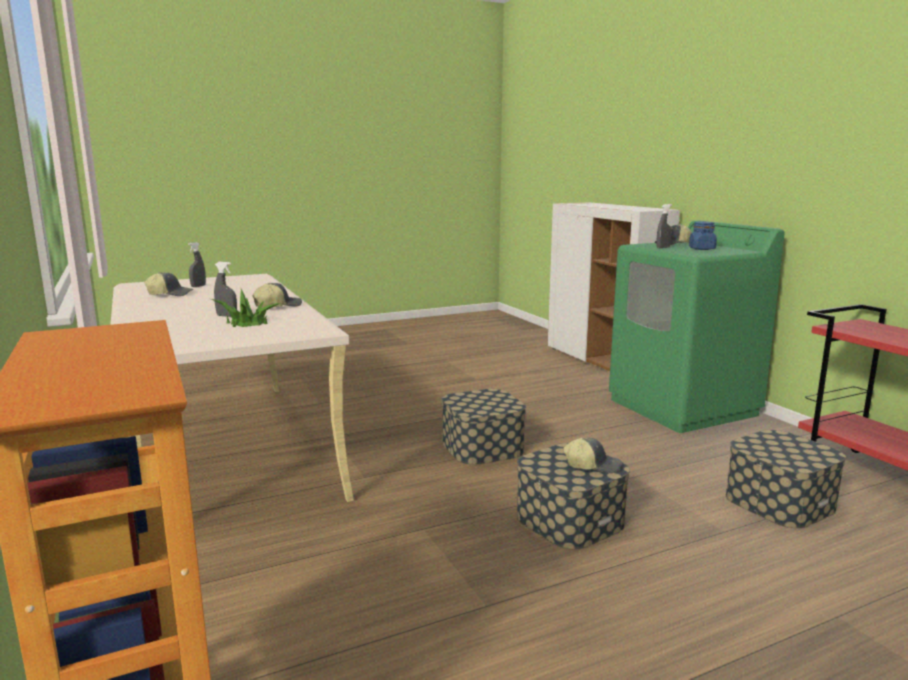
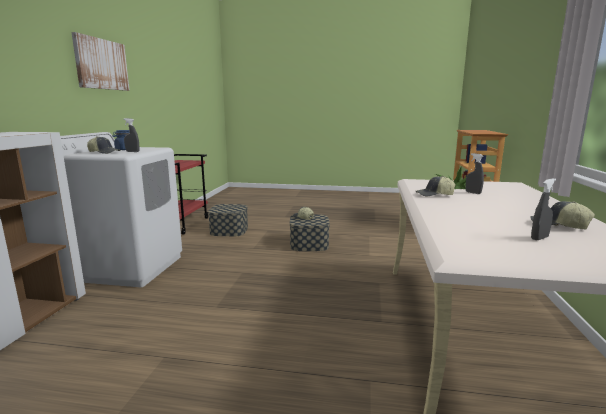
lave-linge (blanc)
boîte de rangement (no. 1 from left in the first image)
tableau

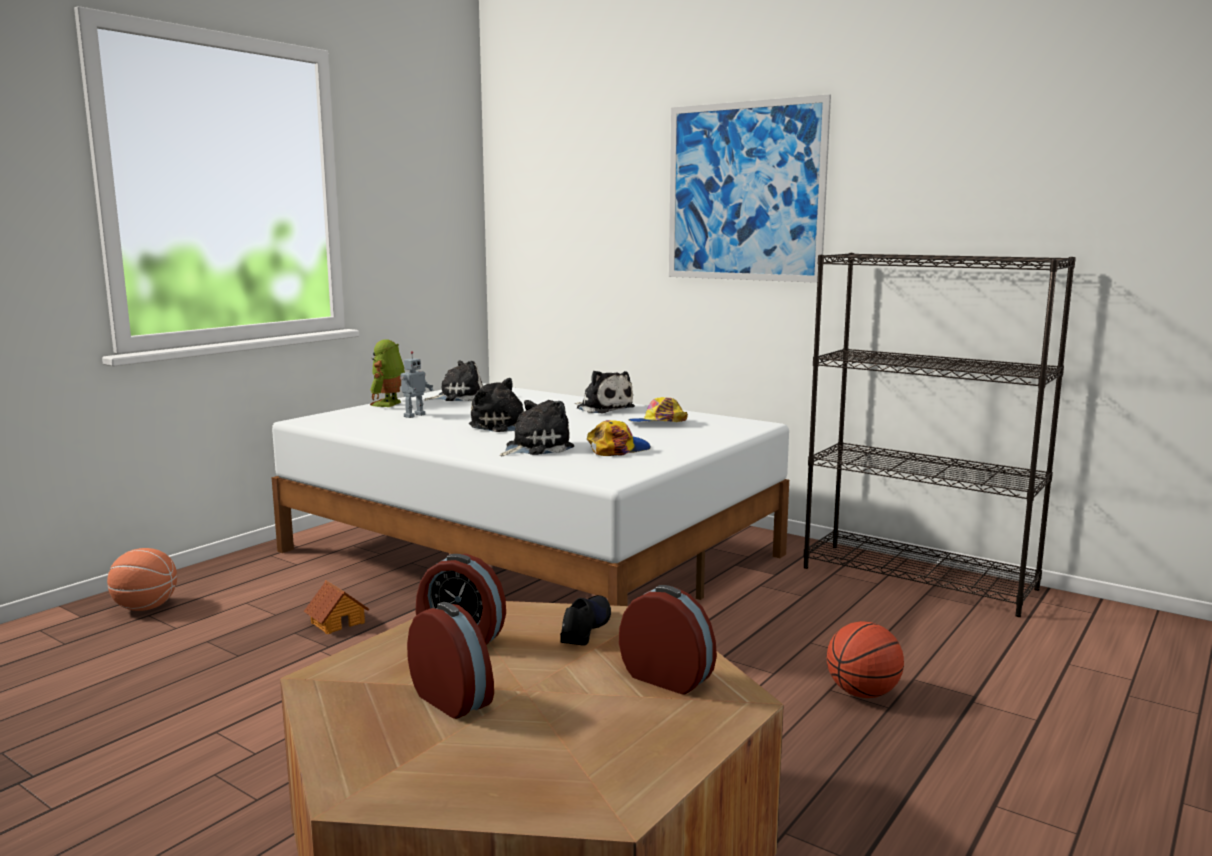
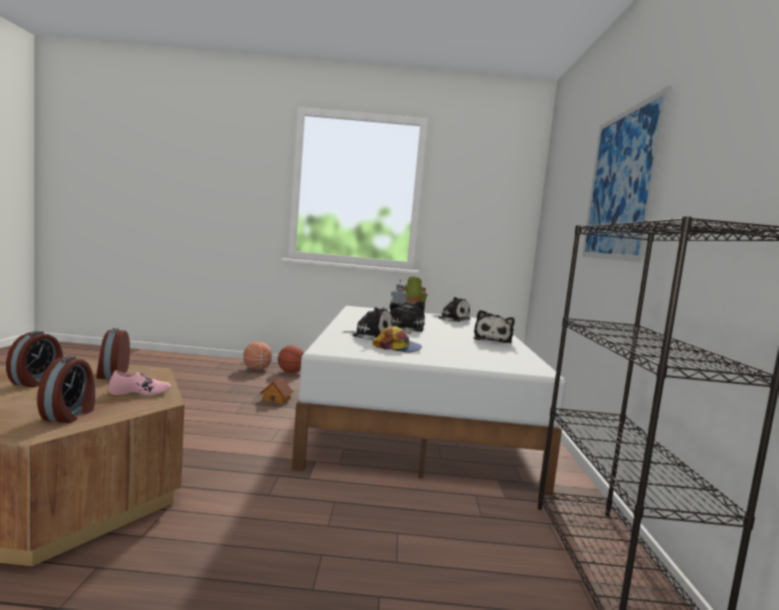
casquette (no. 2 from left in the first image)
chaussure (rose)
ballon de basket (no. 2 from left)

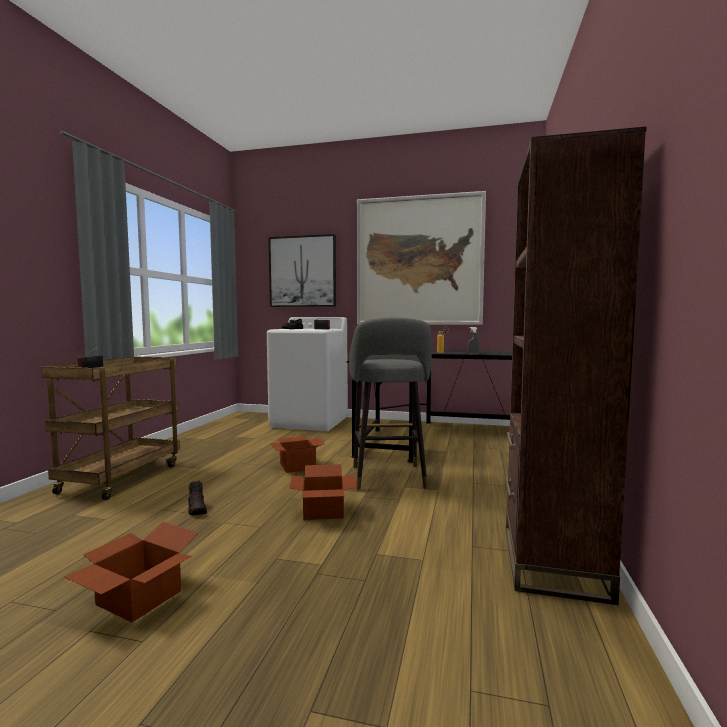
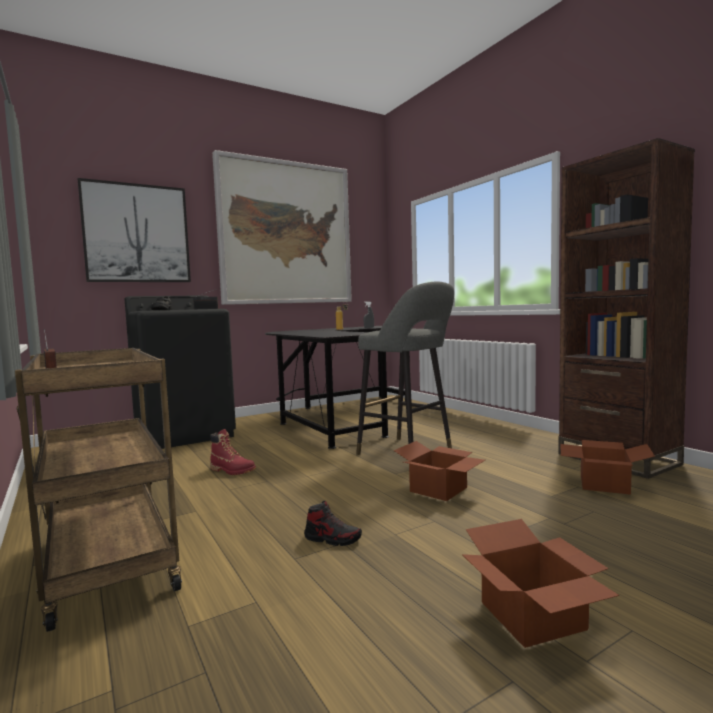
lave-linge (noir)
carton (no. 3 from left)
botte (rouge)

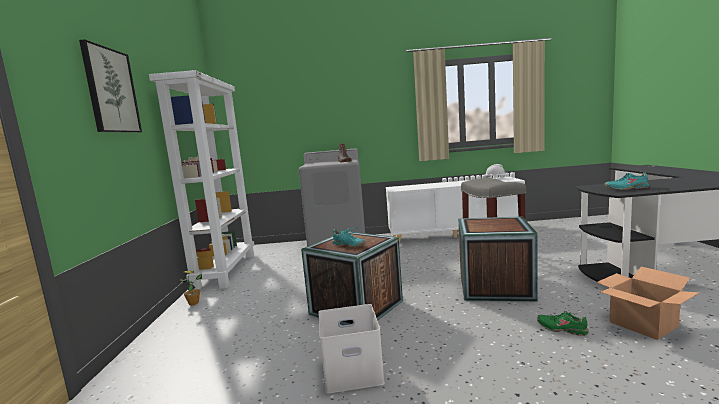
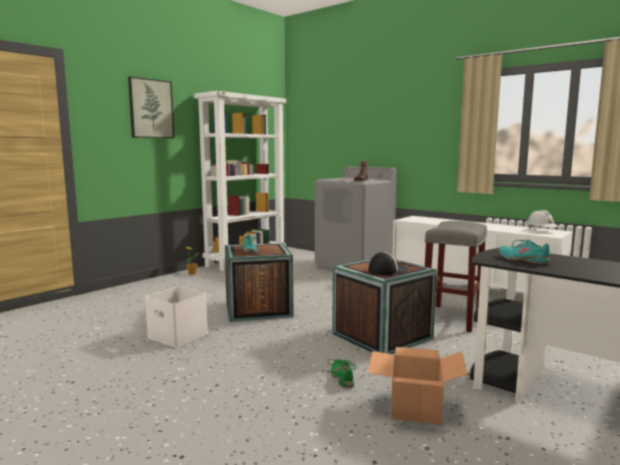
casquette

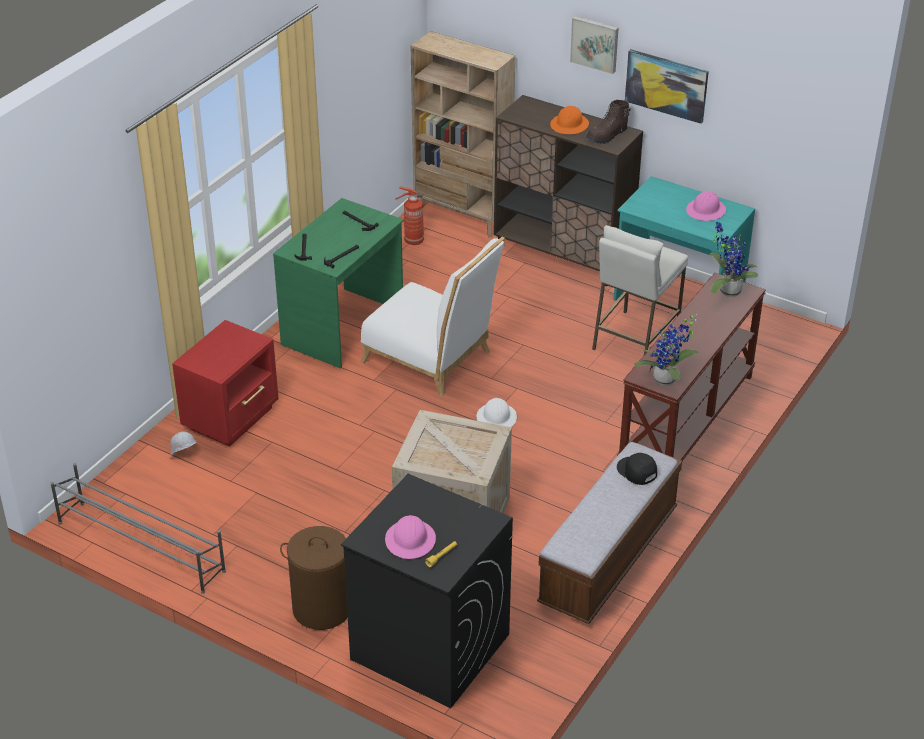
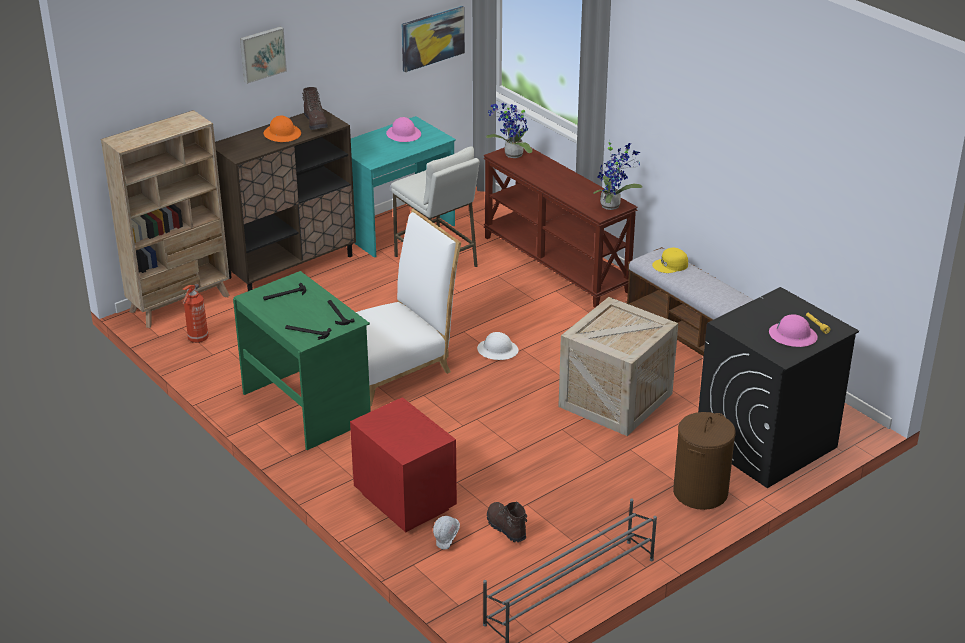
tableau (no. 2 from left)
casquette (jaune)
botte (marron) (no. 2 from left)

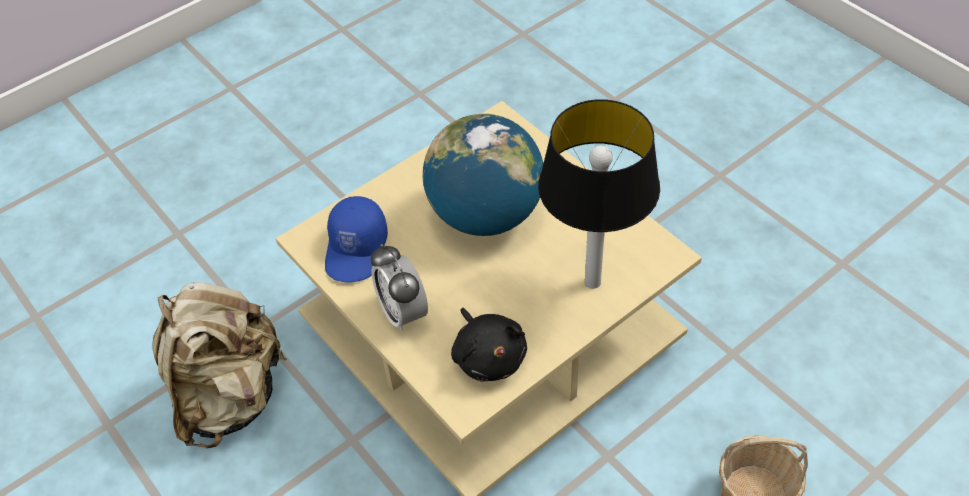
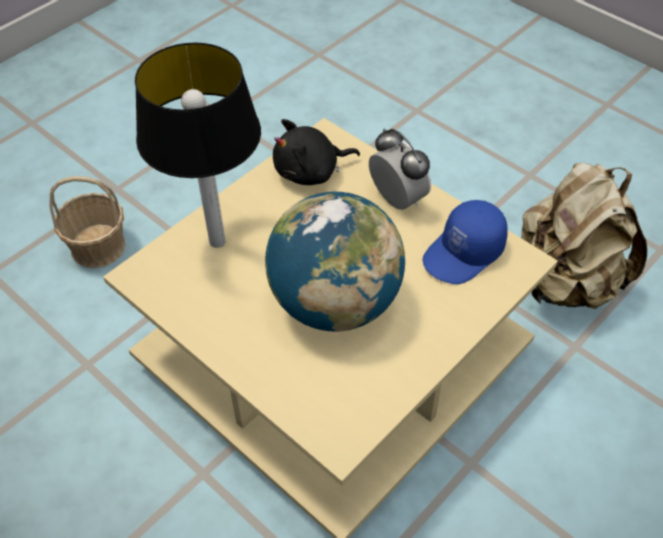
casquette (bleu)
peluche (noir)

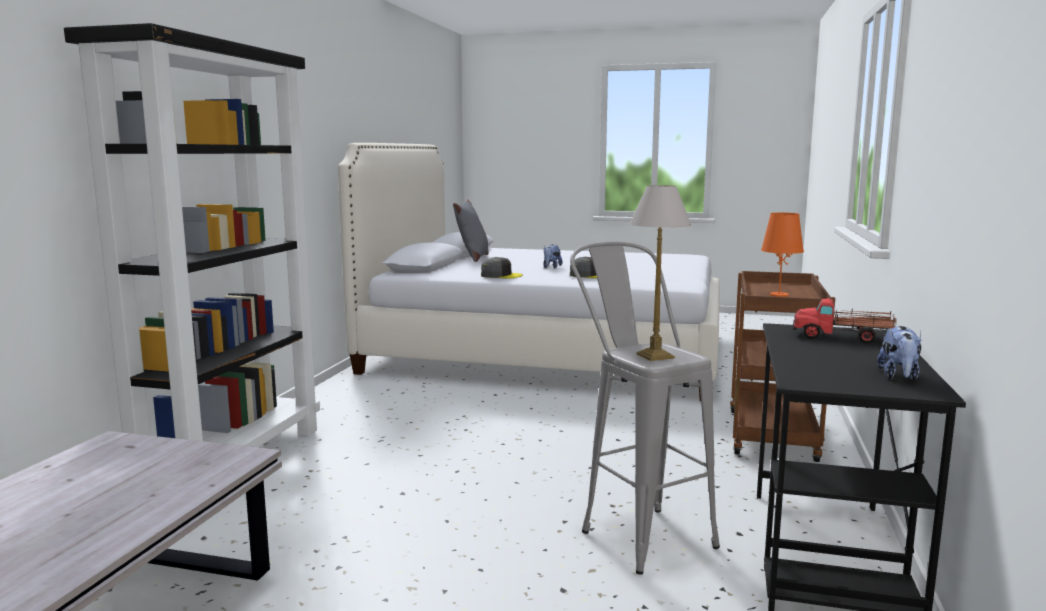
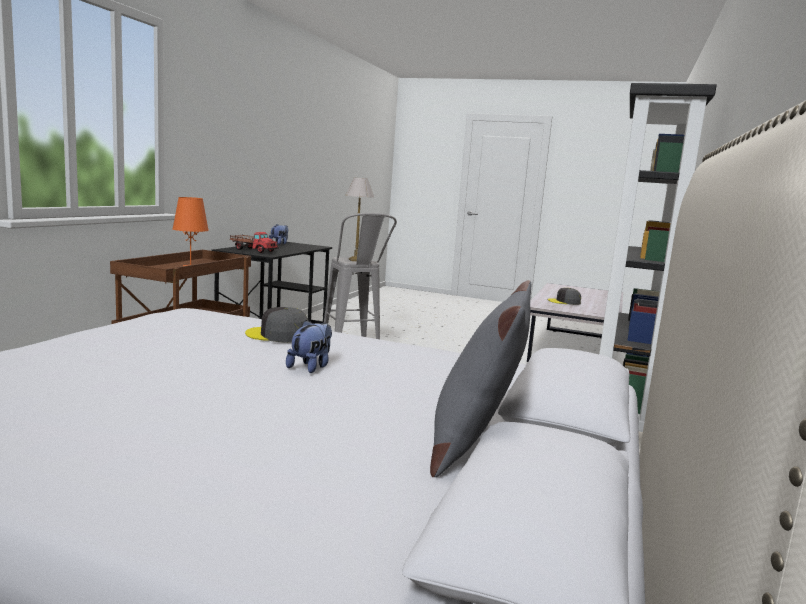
casquette (gris) (no. 2 from left)

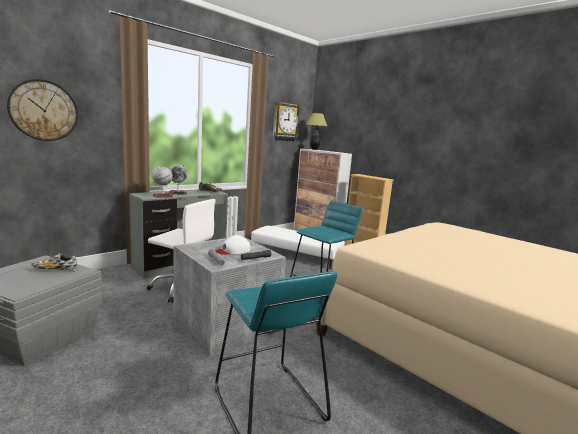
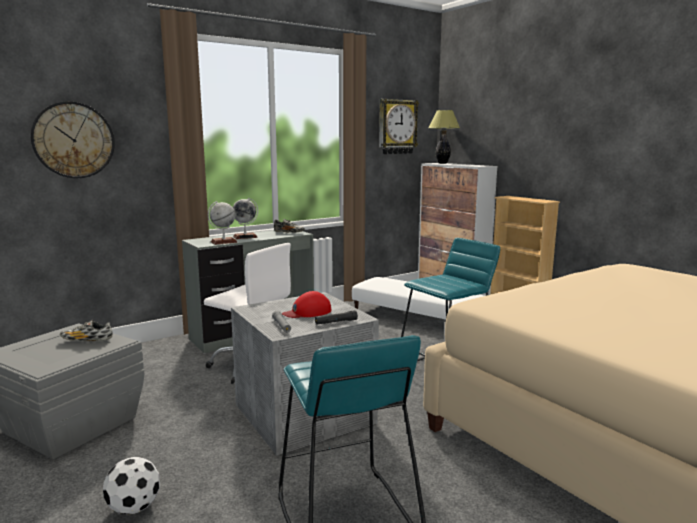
casquette (rouge)
ballon de foot

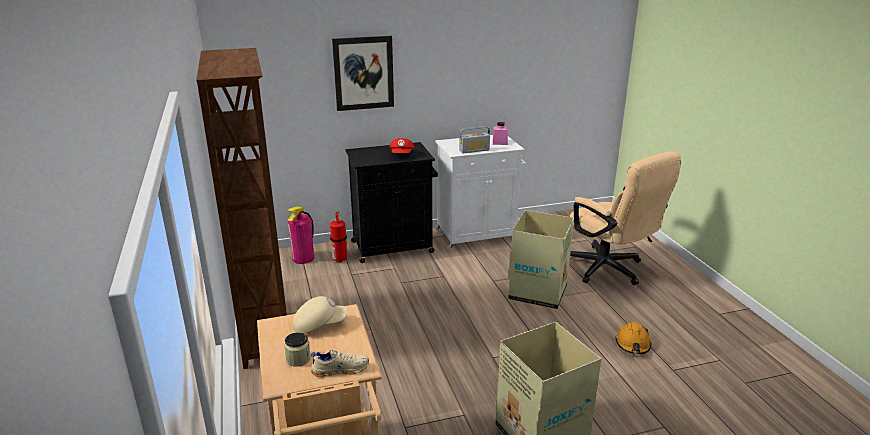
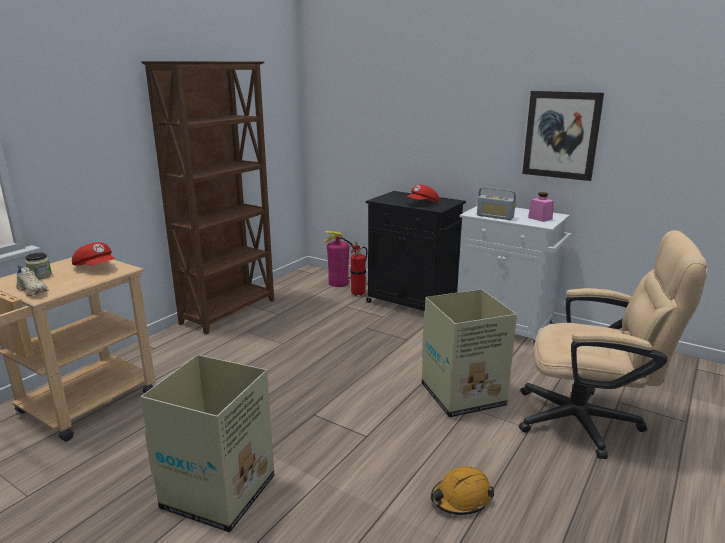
tableau
chaise de bureau (beige)
casquette (rouge) (no. 1 from left)

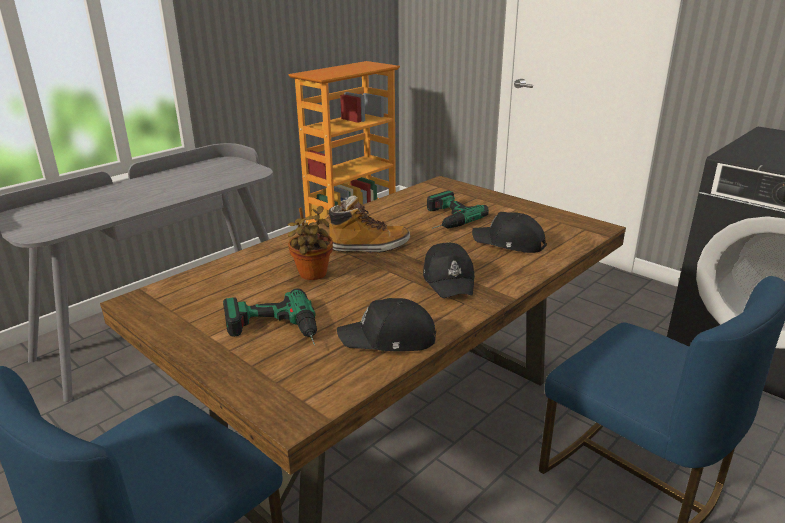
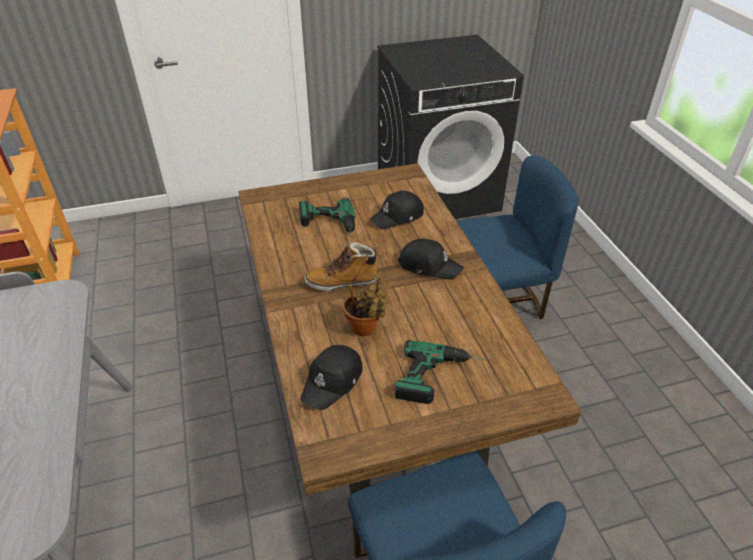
botte
casquette (noir) (no. 1 from left)

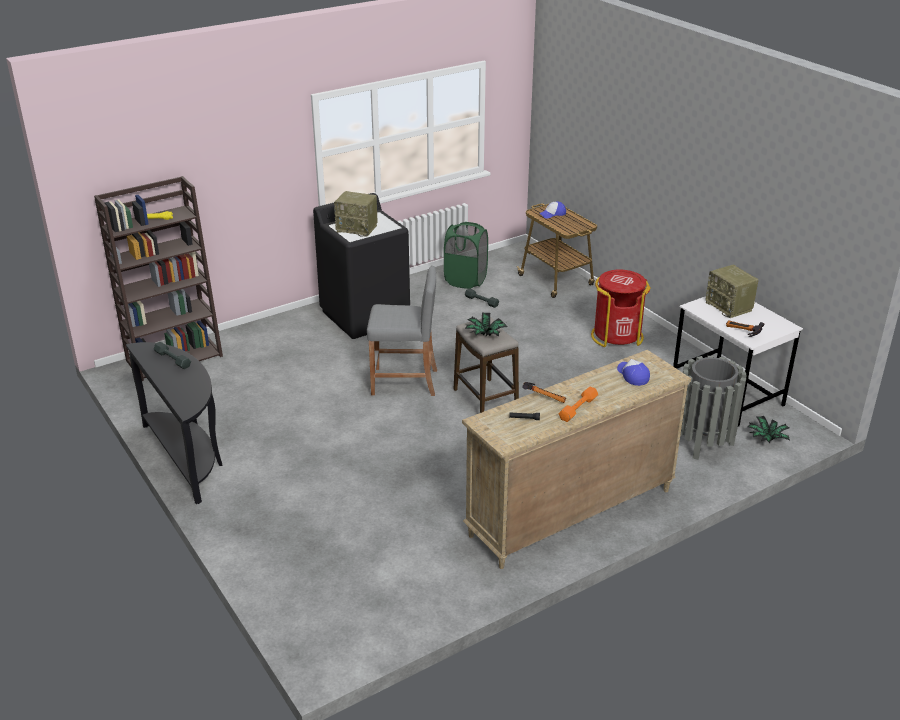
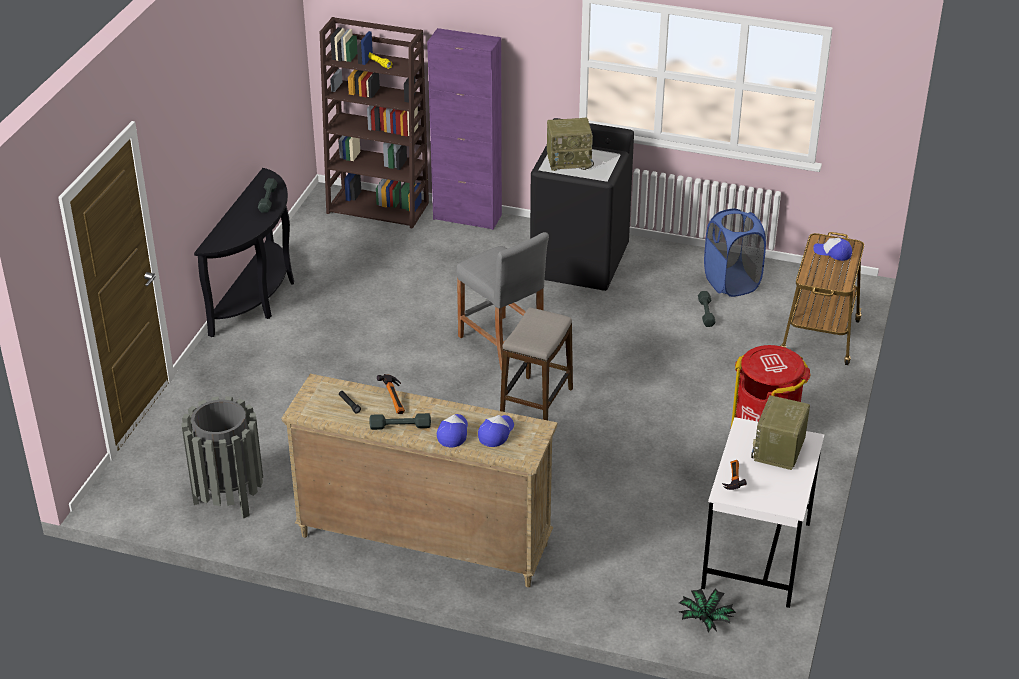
radio (no. 1 from left)
panier à linge (bleu)
plante en pot (no. 1 from left in the first image)
poubelle (gris)
haltère (gris) (no. 2 from left)
meuble de rangement (violet)
casquette (no. 1 from left)

